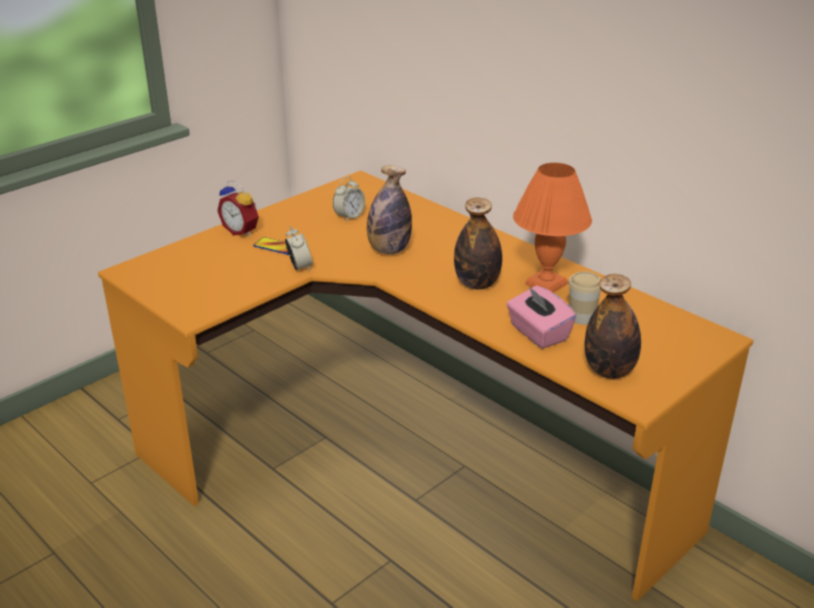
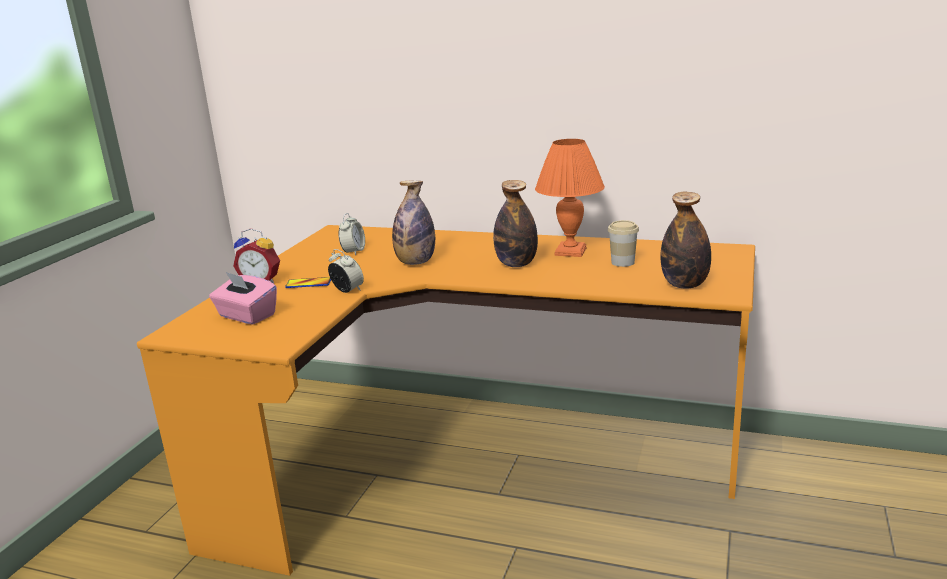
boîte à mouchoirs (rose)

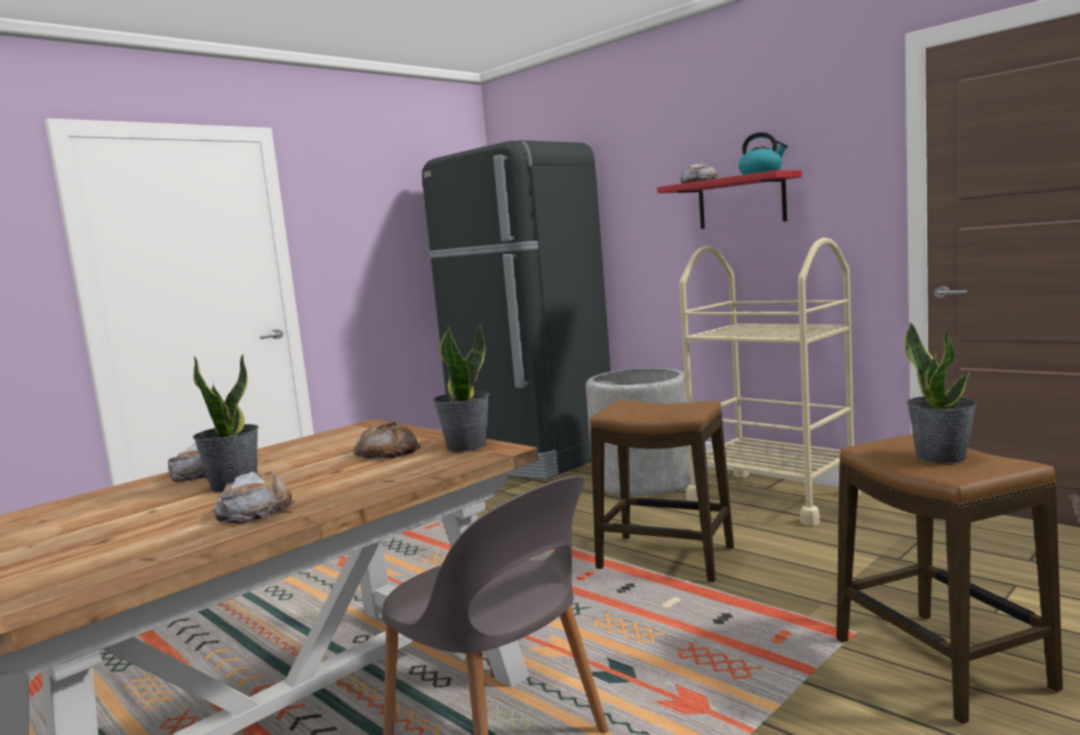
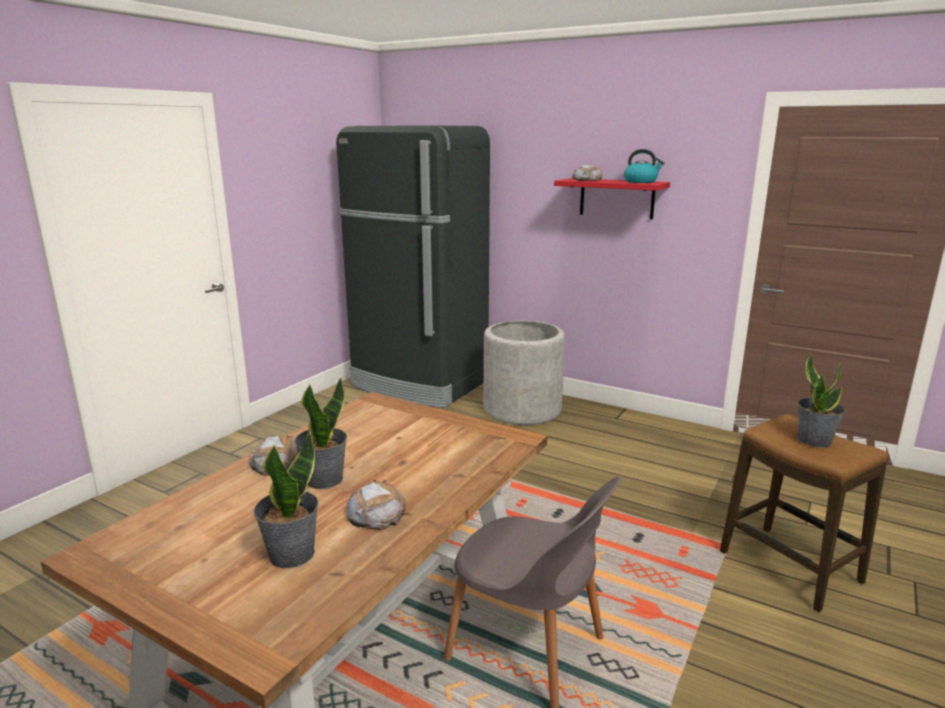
chariot (beige)
plante en pot (no. 1 from left)
tabouret (no. 1 from left in the first image)
pain (no. 3 from left in the first image)

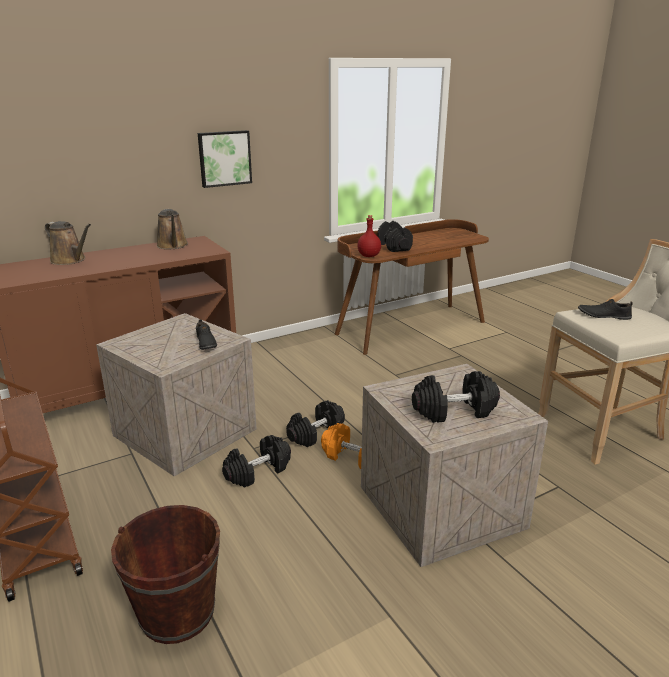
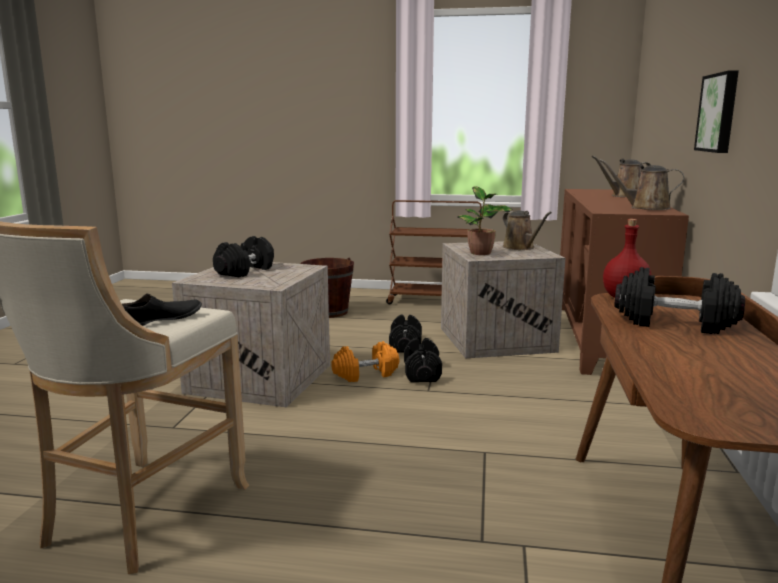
plante en pot
arrosoir (marron) (no. 1 from left)

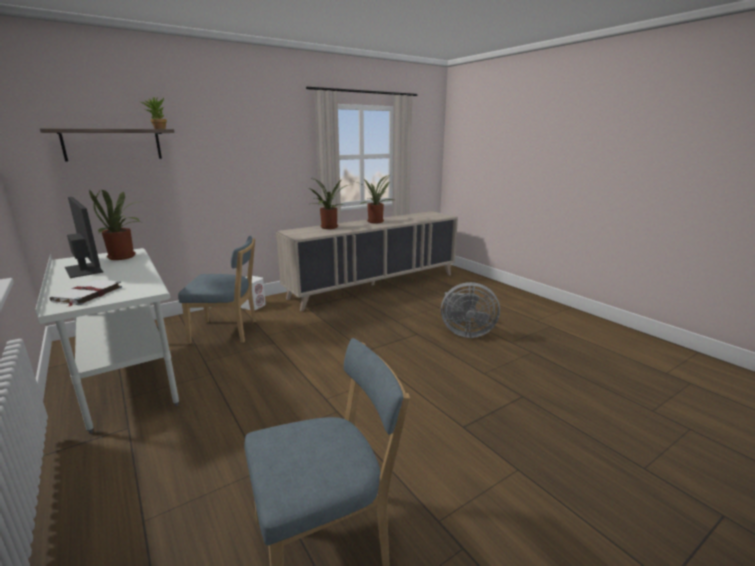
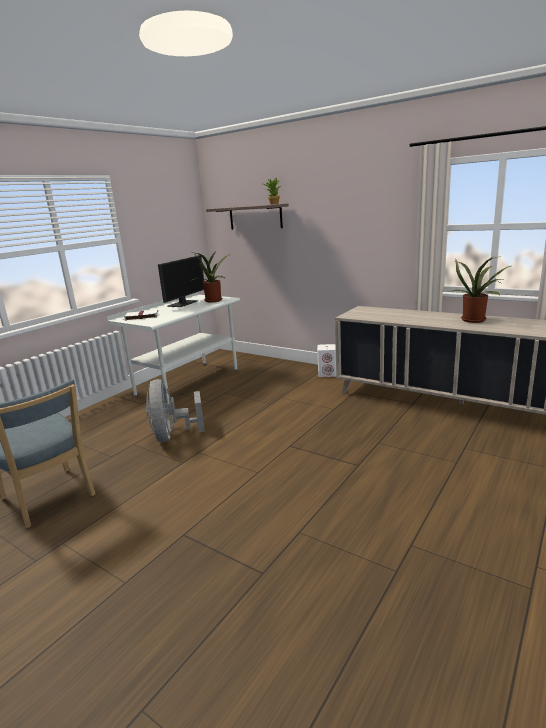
plante en pot (no. 3 from left in the first image)
chaise (bleu) (no. 1 from left in the first image)
ventilateur (gris)

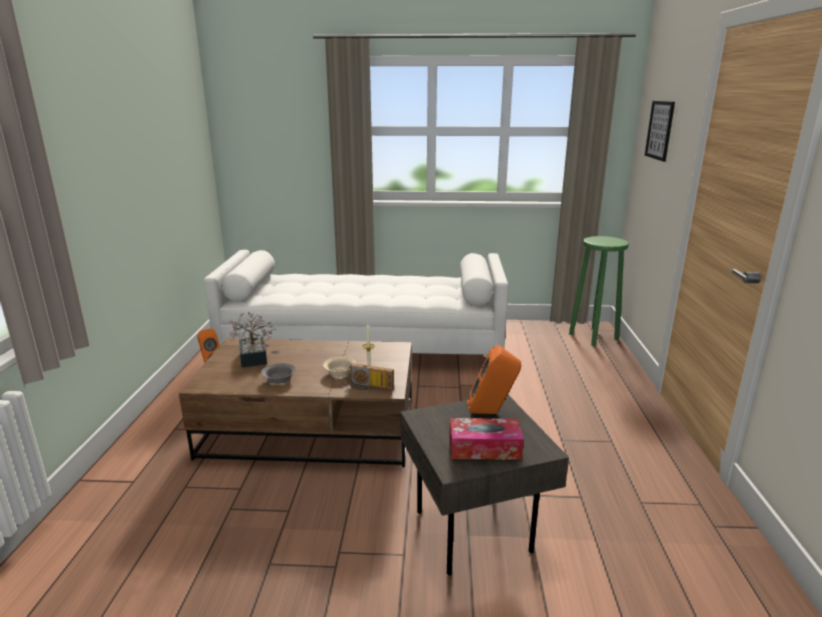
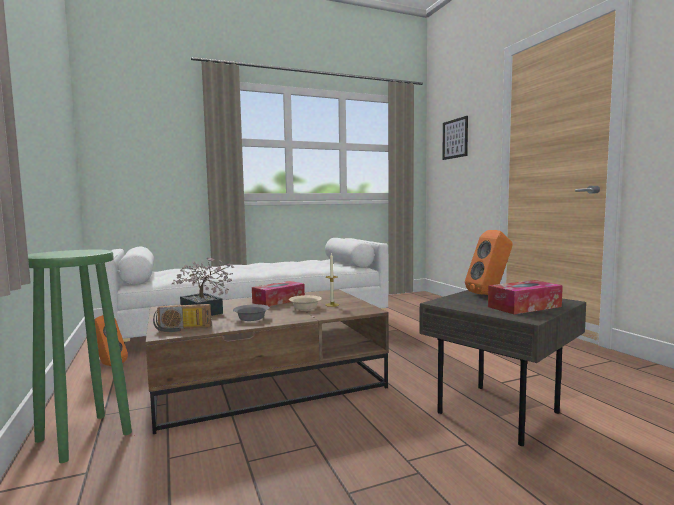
tabouret (vert)
radio
boîte à mouchoirs (no. 1 from left)

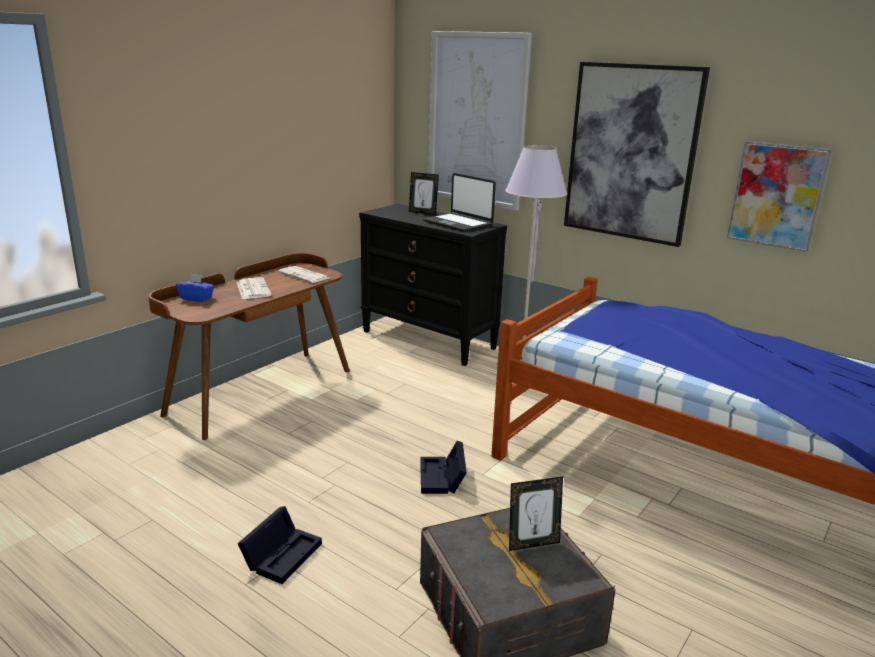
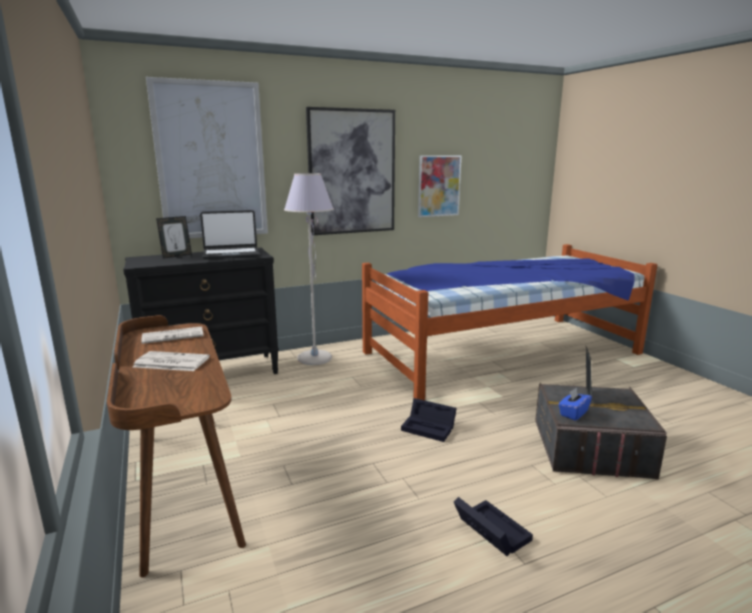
boîte à mouchoirs (bleu)

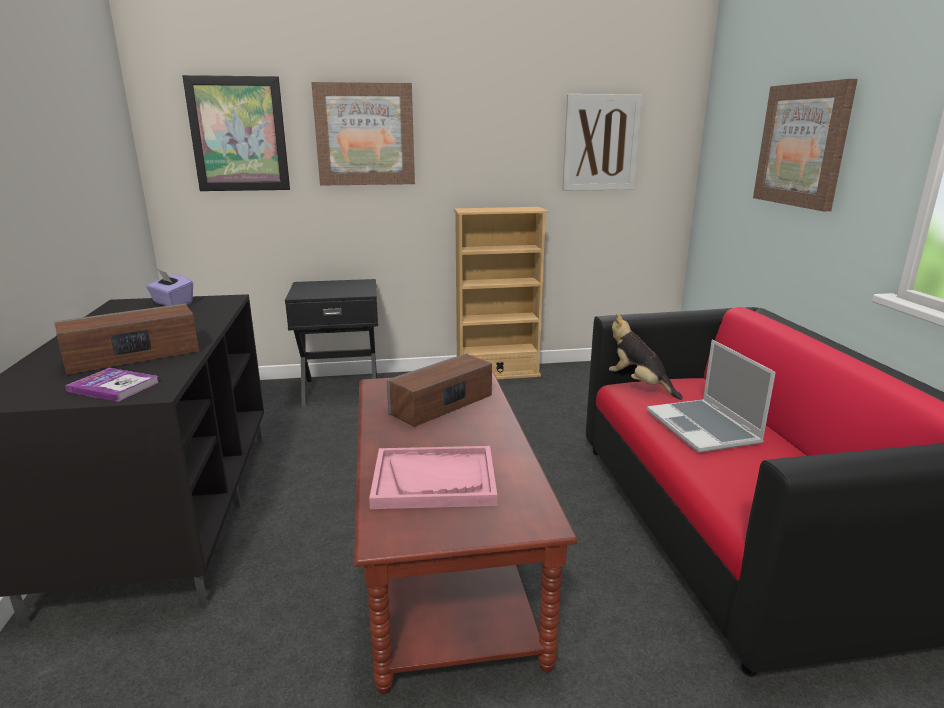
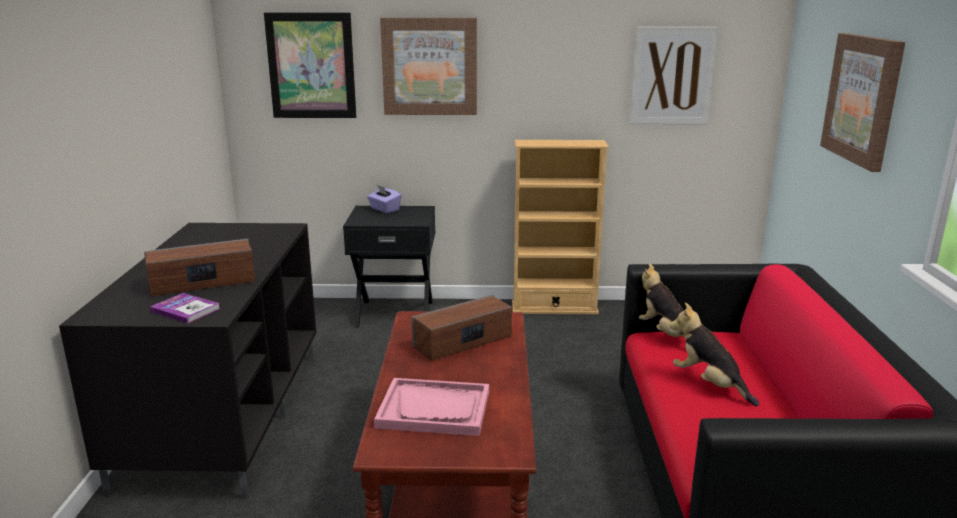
boîte à mouchoirs (violet)
peluche (no. 2 from left)

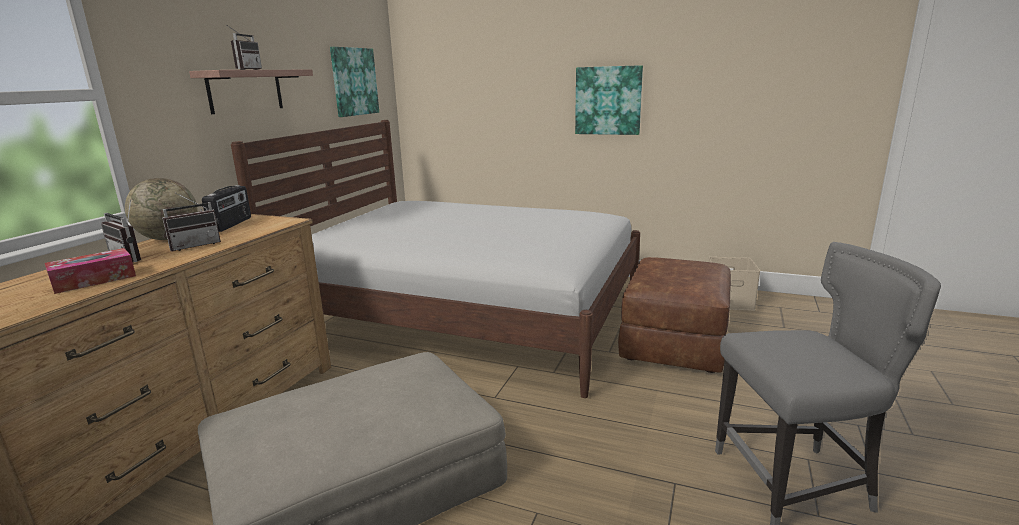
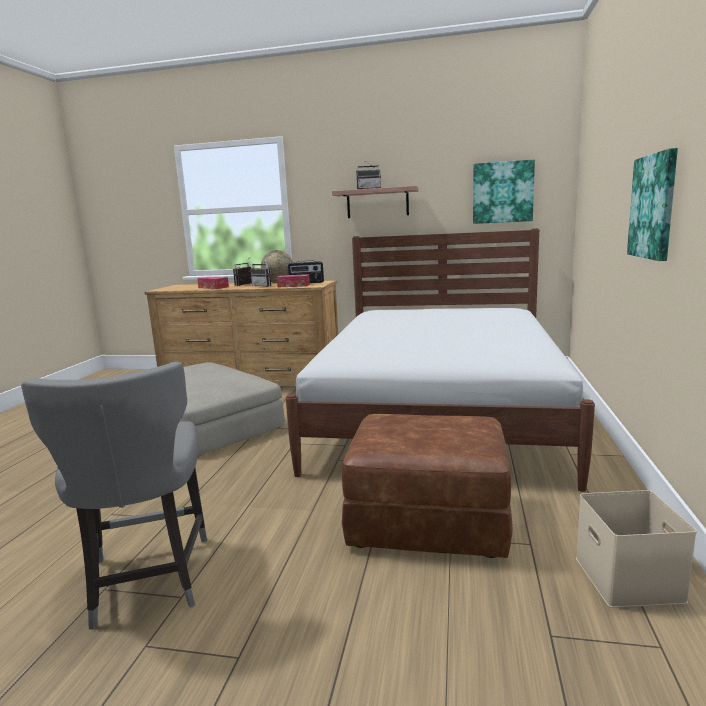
boîte à mouchoirs (no. 2 from left)

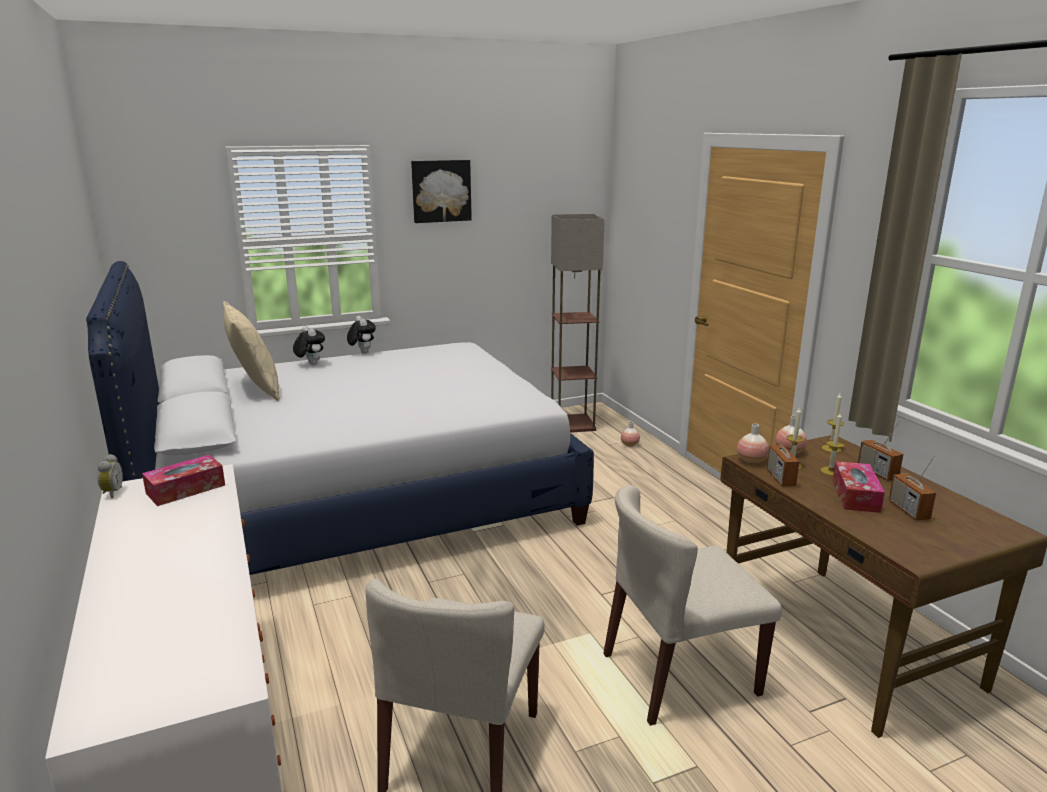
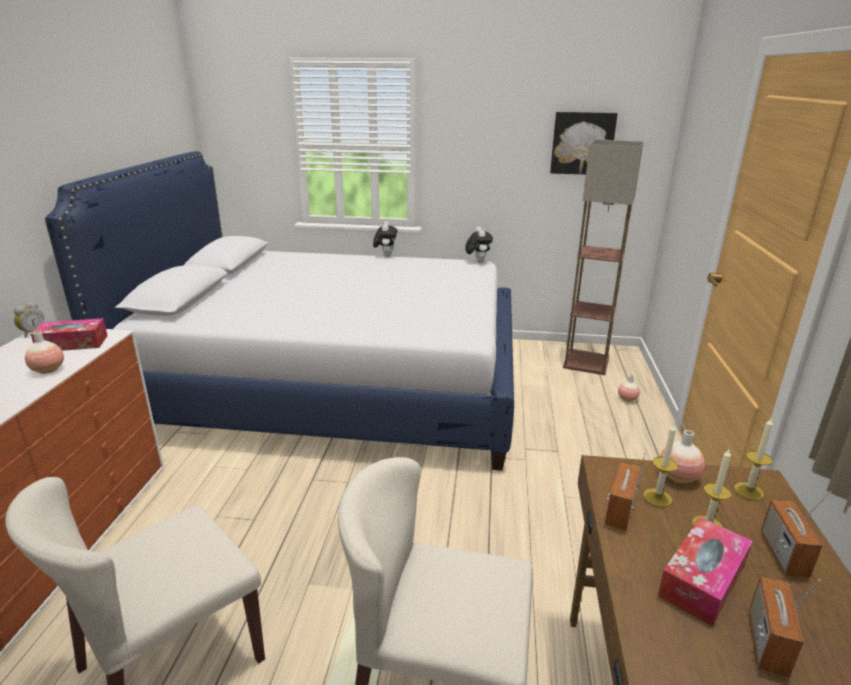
tableau
coussin (beige)
peluche (no. 2 from left)
vase (no. 1 from left)

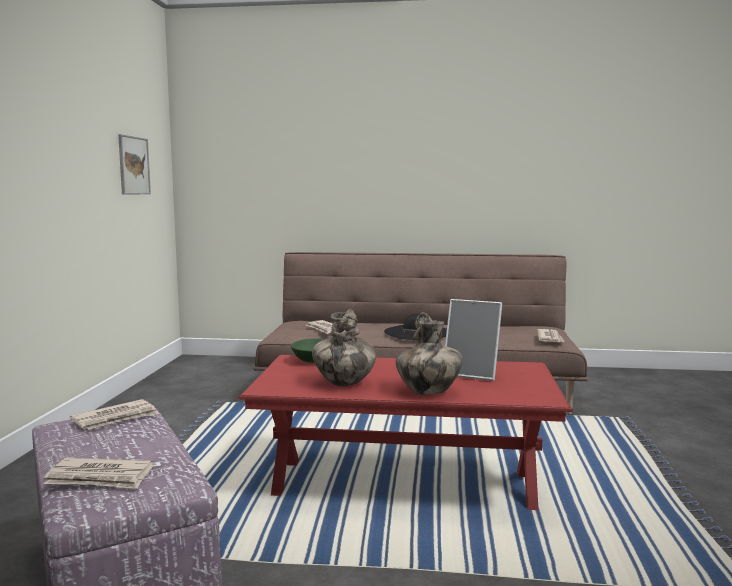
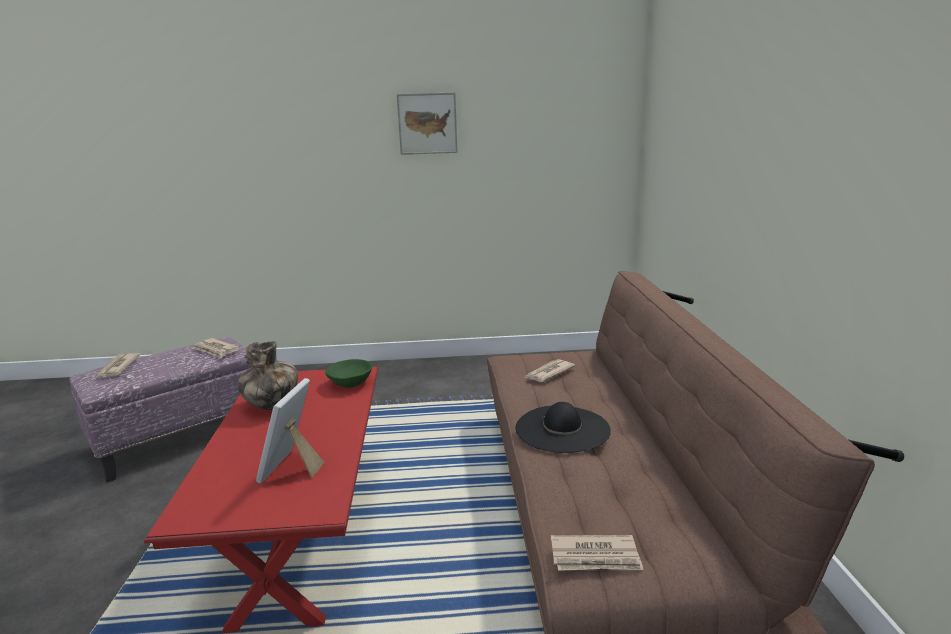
tableau
vase (no. 2 from left in the first image)

